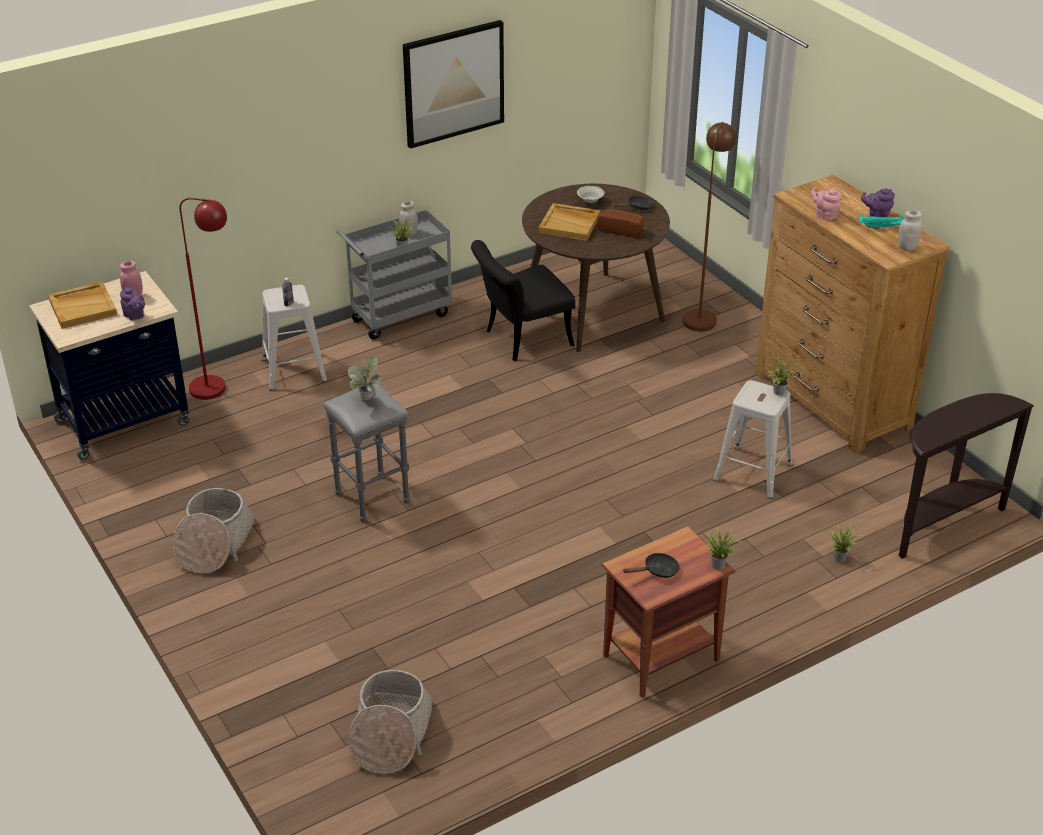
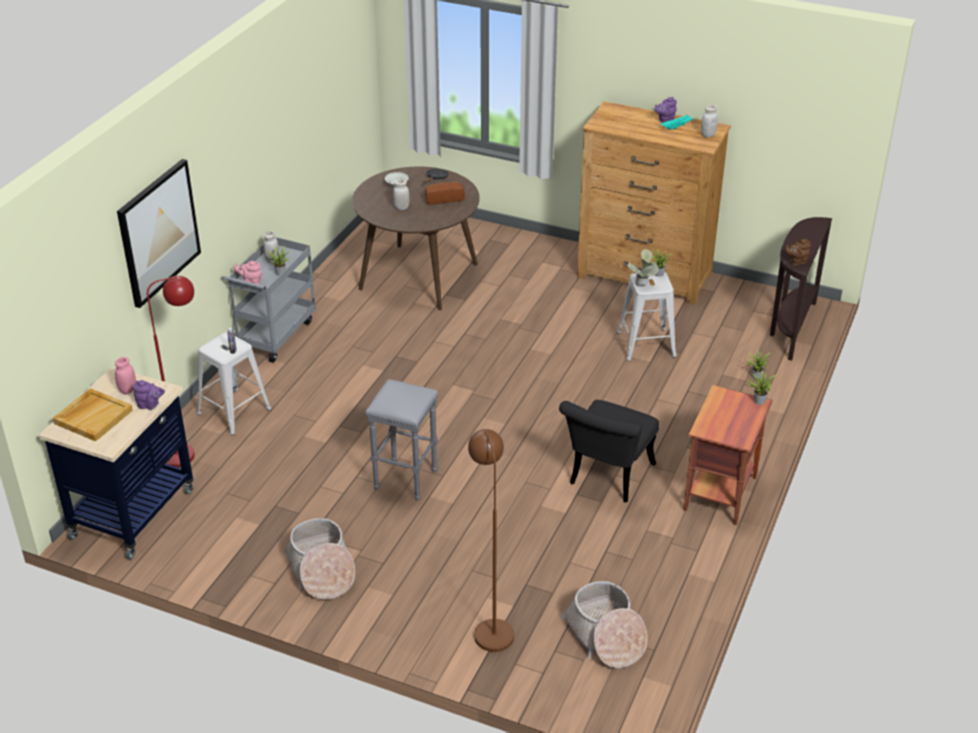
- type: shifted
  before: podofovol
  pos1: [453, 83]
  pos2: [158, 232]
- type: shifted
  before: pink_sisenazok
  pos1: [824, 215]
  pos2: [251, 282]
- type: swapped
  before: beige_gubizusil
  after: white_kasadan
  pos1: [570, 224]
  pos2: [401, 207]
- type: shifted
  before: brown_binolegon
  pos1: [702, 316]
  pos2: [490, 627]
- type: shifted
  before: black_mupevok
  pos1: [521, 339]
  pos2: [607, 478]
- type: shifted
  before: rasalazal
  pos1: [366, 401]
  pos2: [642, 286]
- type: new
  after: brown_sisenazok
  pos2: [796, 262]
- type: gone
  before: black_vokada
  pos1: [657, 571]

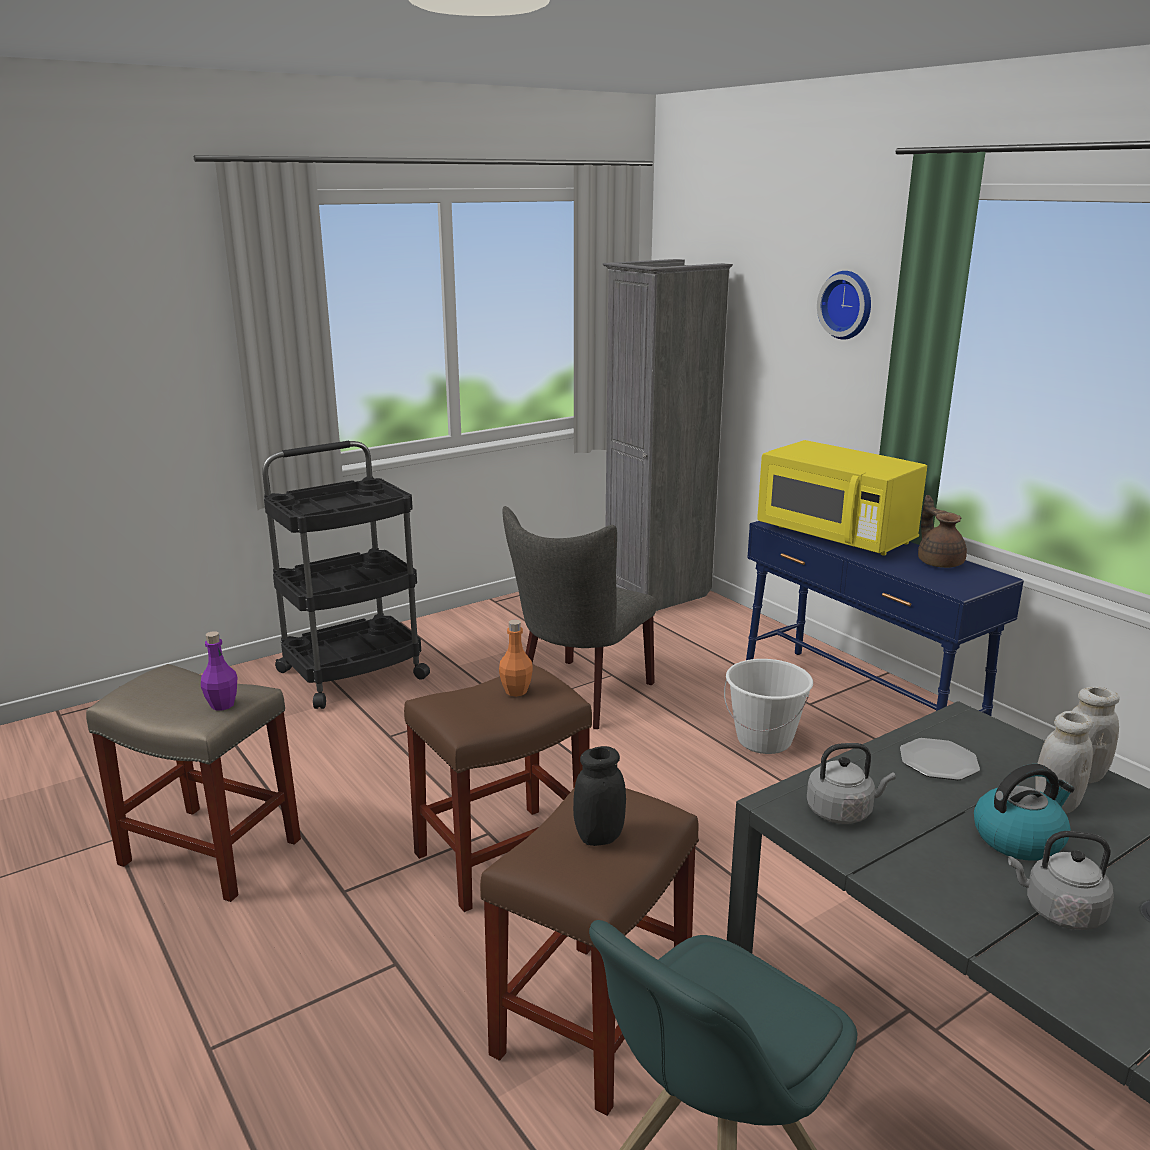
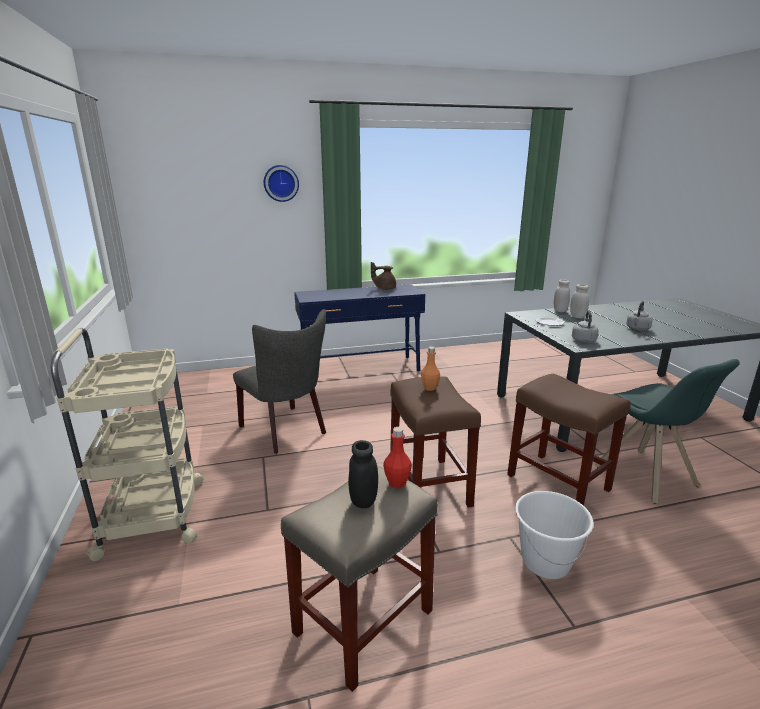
- type: repainted
  before: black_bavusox
  after: beige_bavusox
  pos1: [353, 675]
  pos2: [153, 517]
- type: shifted
  before: black_kasadan
  pos1: [599, 837]
  pos2: [363, 501]
- type: repainted
  before: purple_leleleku
  after: red_leleleku
  pos1: [222, 705]
  pos2: [397, 483]
- type: shifted
  before: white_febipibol
  pos1: [764, 740]
  pos2: [545, 562]
- type: gone
  before: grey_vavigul
  pos1: [657, 594]
- type: gone
  before: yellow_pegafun
  pos1: [835, 535]
- type: gone
  before: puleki
  pos1: [1019, 838]

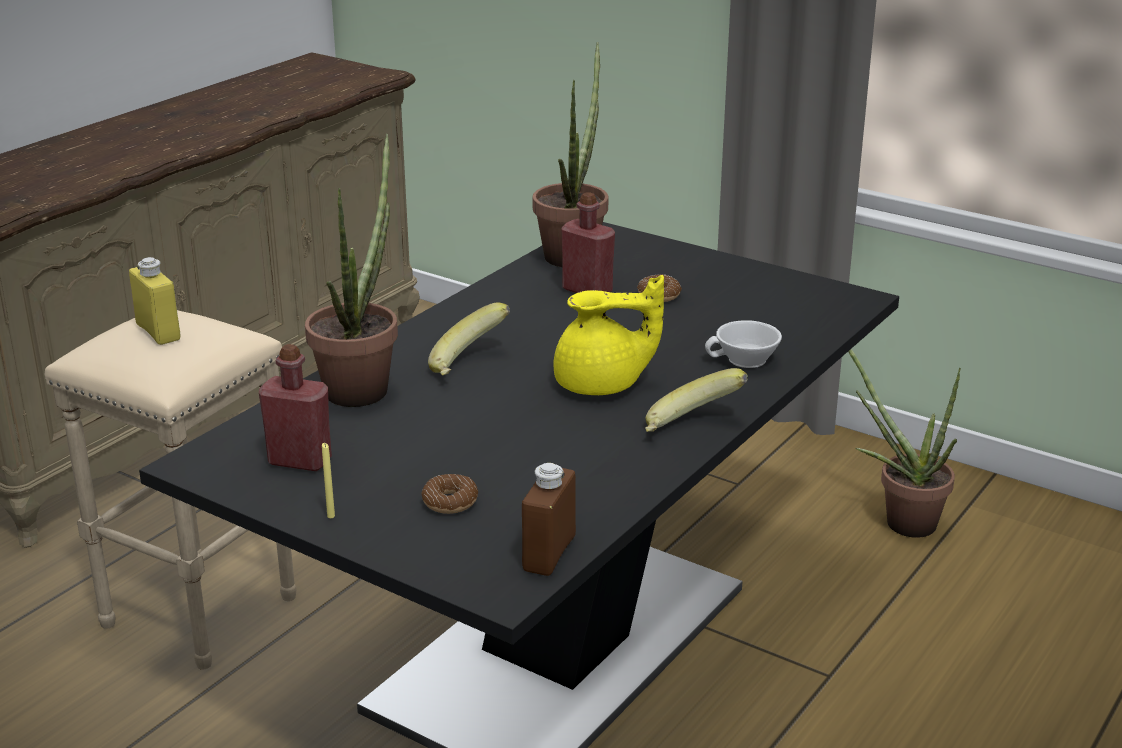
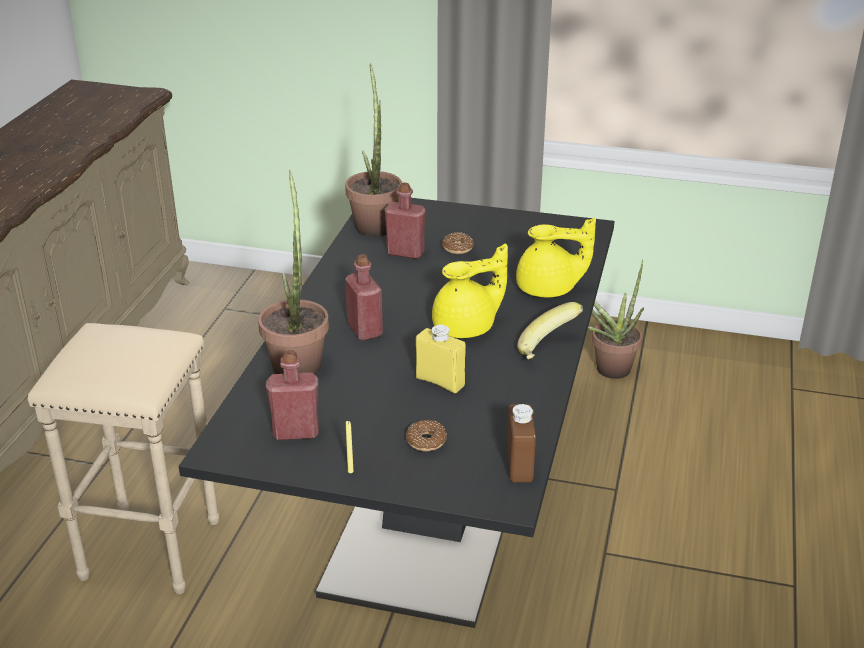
- type: swapped
  before: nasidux
  after: red_leleleku
  pos1: [470, 366]
  pos2: [364, 330]
- type: shifted
  before: yellow_leleleku
  pos1: [158, 332]
  pos2: [440, 382]
- type: swapped
  before: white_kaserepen
  after: yellow_sisenazok
  pos1: [745, 360]
  pos2: [549, 289]

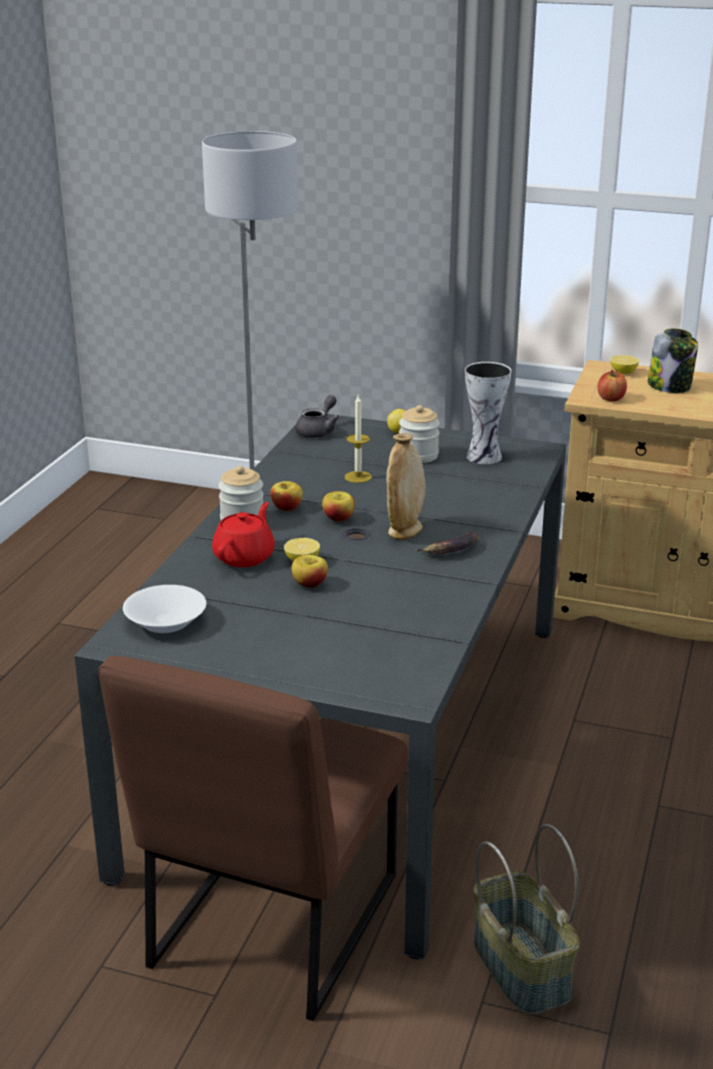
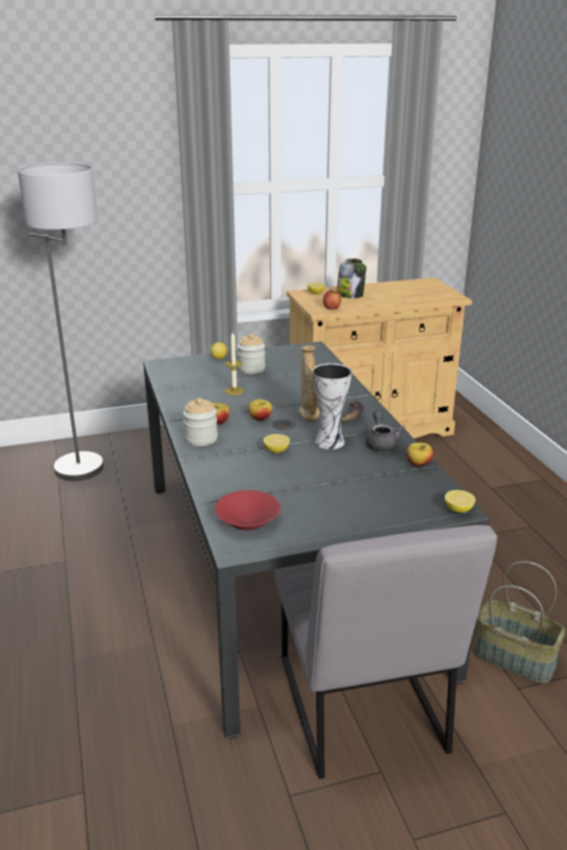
- type: repainted
  before: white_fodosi
  after: red_fodosi
  pos1: [166, 622]
  pos2: [248, 520]
- type: repainted
  before: brown_mupevok
  after: grey_mupevok
  pos1: [270, 924]
  pos2: [361, 707]
- type: shifted
  before: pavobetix
  pos1: [485, 456]
  pos2: [330, 441]
- type: shifted
  before: grey_sisenazok
  pos1: [318, 431]
  pos2: [381, 443]
- type: shifted
  before: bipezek
  pos1: [309, 584]
  pos2: [418, 463]
- type: new
  after: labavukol
  pos2: [458, 510]
- type: gone
  before: red_sisenazok
  pos1: [245, 557]

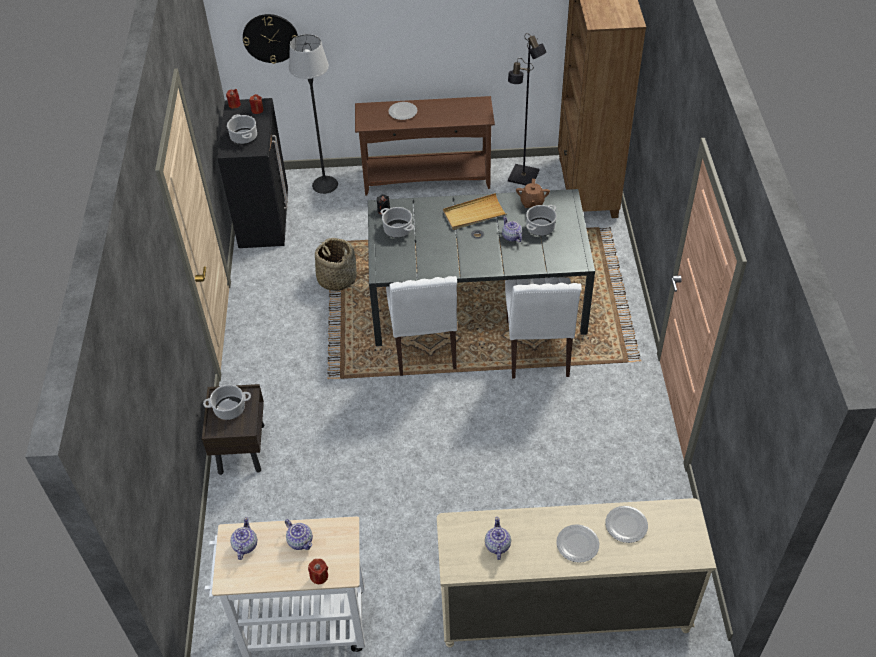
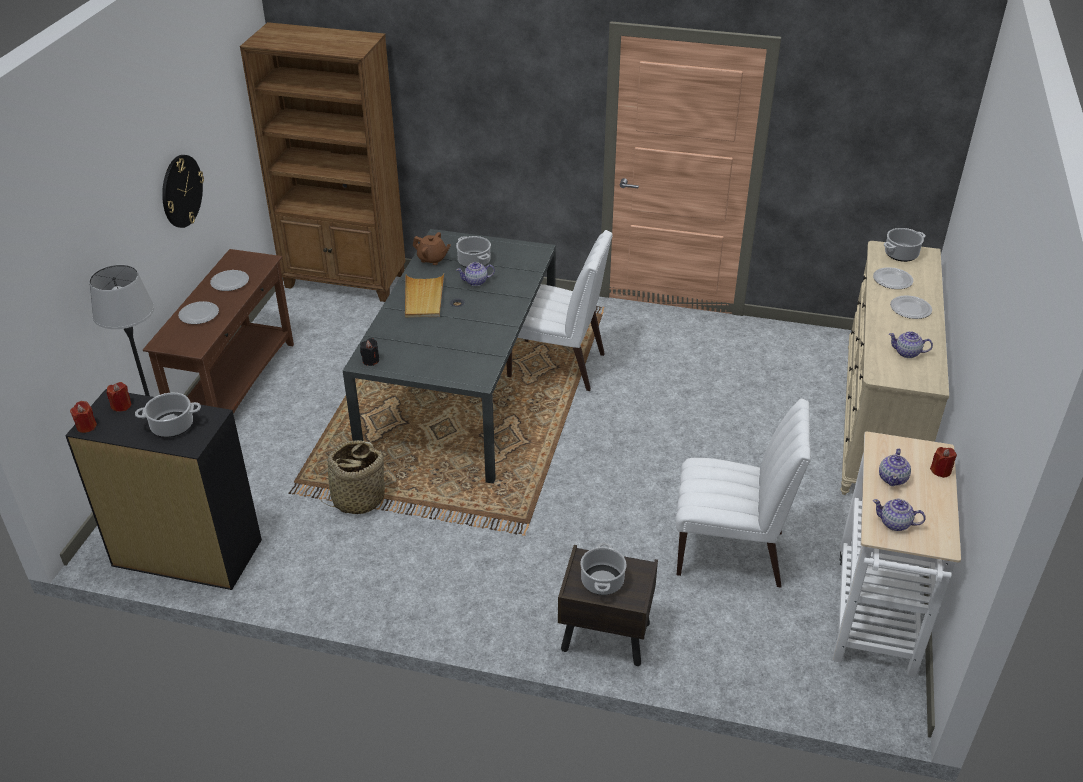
- type: shifted
  before: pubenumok
  pos1: [270, 38]
  pos2: [181, 191]
- type: new
  after: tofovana
  pos2: [229, 282]
- type: shifted
  before: white_mupevok
  pos1: [423, 343]
  pos2: [729, 553]
- type: rotated
  before: sisenazok
  pos1: [300, 541]
  pos2: [893, 478]
  turn: 135
- type: shifted
  before: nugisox
  pos1: [398, 230]
  pos2: [901, 254]
- type: gone
  before: black_binolegon
  pos1: [523, 176]

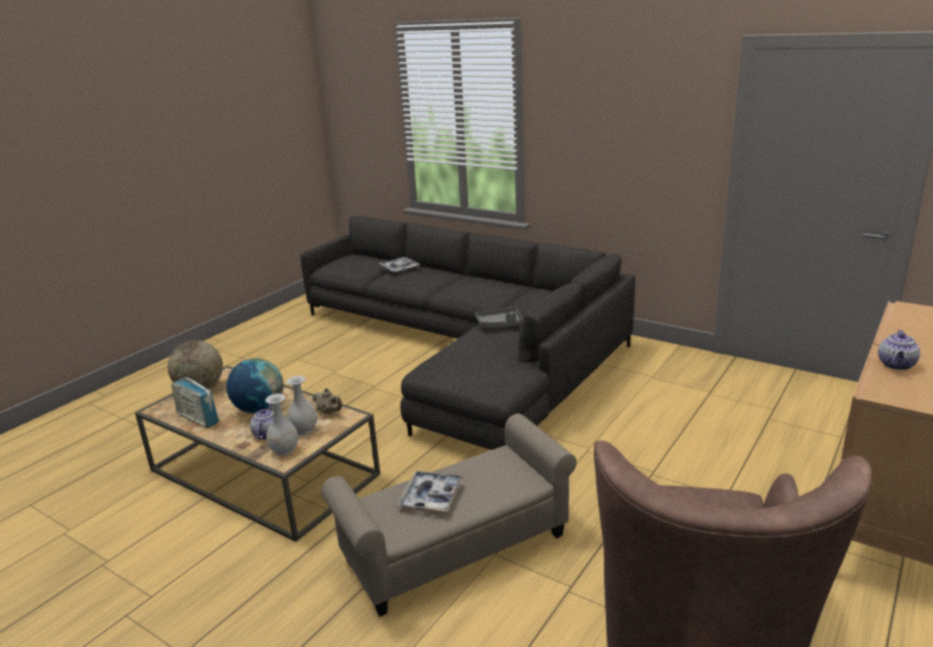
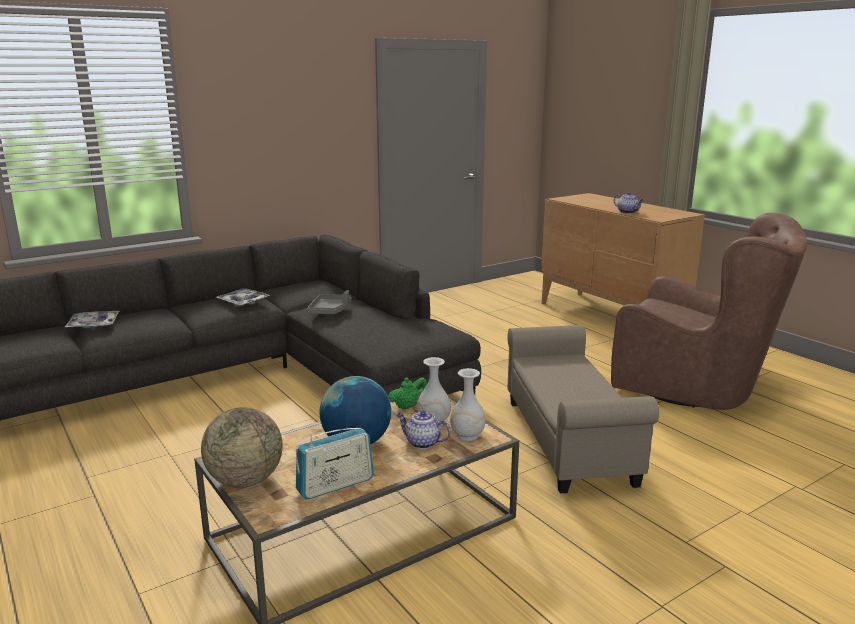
- type: shifted
  before: gubizusil
  pos1: [431, 497]
  pos2: [243, 301]
- type: repainted
  before: beige_sisenazok
  after: green_sisenazok
  pos1: [329, 412]
  pos2: [407, 406]

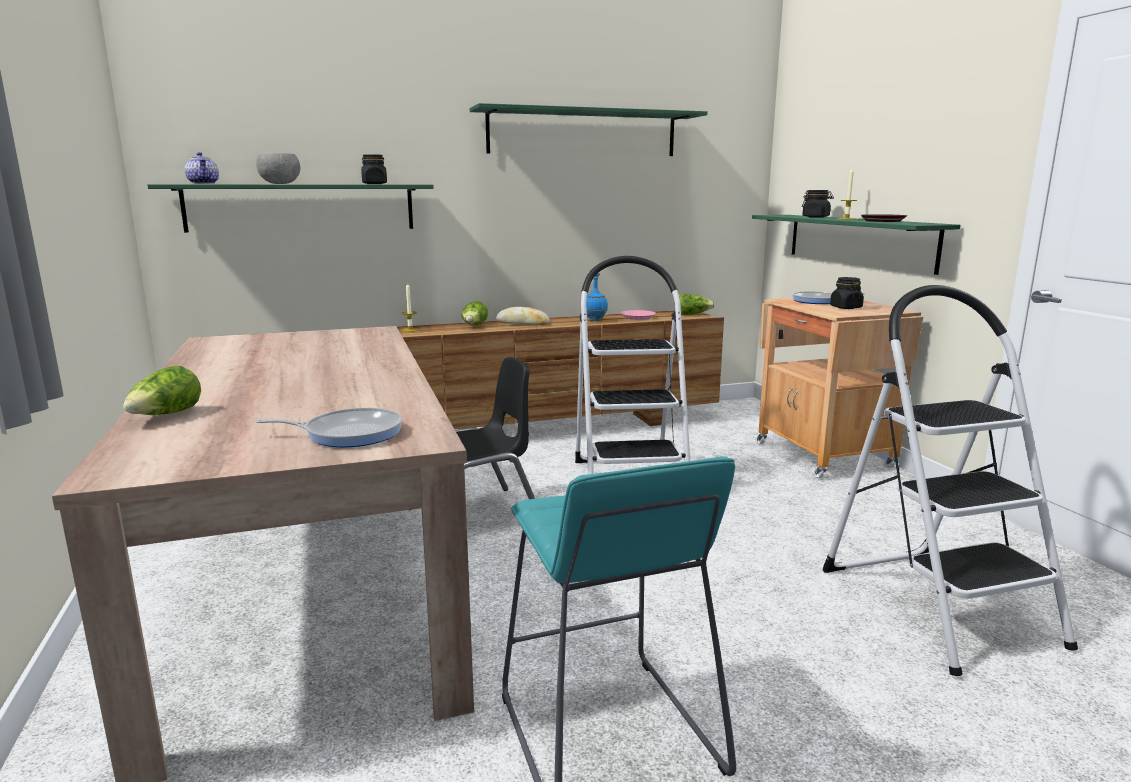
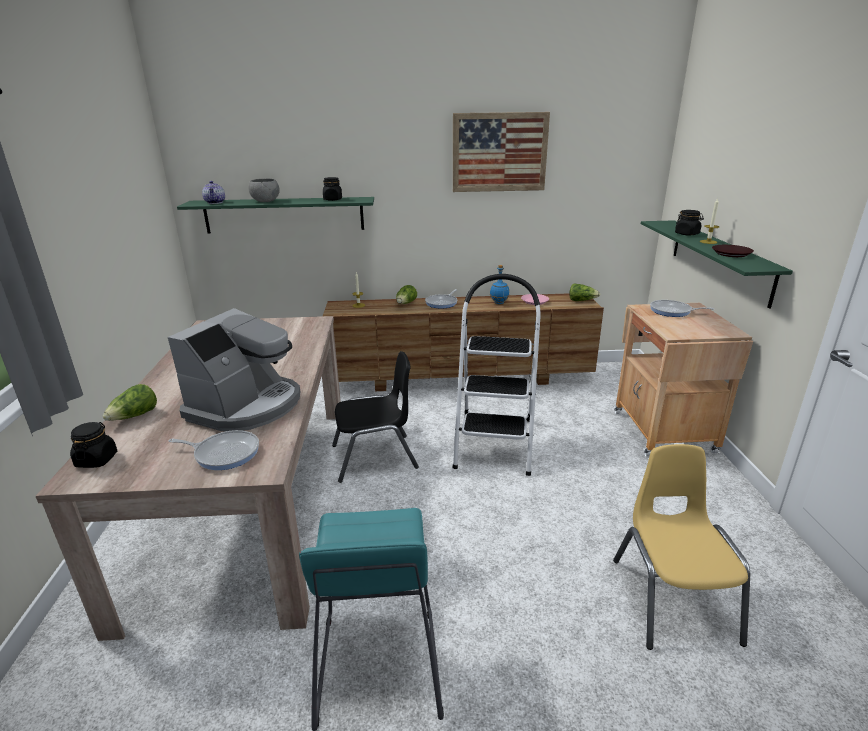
- type: shifted
  before: black_kasadan
  pos1: [845, 307]
  pos2: [96, 460]
- type: new
  after: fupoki
  pos2: [247, 406]
- type: swapped
  before: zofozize
  after: vokada
  pos1: [523, 323]
  pos2: [442, 303]
- type: swapped
  before: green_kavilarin
  after: podofovol
  pos1: [583, 133]
  pos2: [499, 152]
- type: swapped
  before: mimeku
  after: yellow_mupevok
  pos1: [933, 603]
  pos2: [672, 599]

